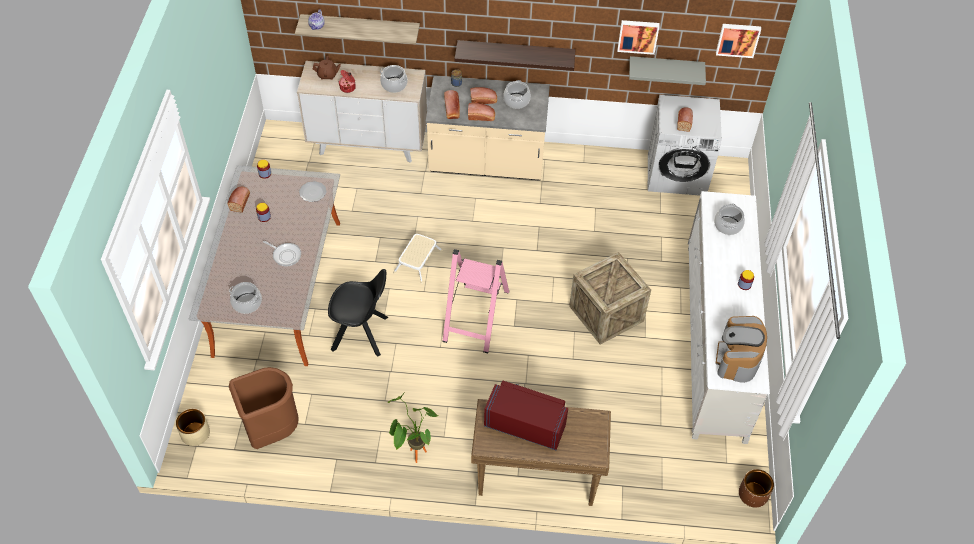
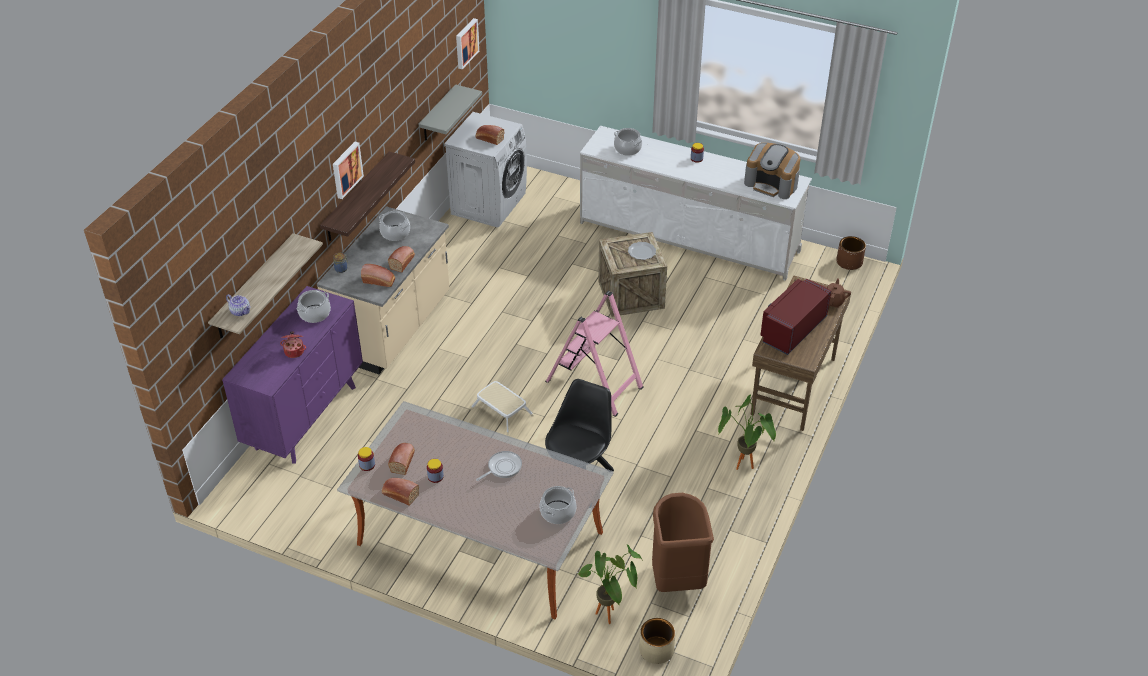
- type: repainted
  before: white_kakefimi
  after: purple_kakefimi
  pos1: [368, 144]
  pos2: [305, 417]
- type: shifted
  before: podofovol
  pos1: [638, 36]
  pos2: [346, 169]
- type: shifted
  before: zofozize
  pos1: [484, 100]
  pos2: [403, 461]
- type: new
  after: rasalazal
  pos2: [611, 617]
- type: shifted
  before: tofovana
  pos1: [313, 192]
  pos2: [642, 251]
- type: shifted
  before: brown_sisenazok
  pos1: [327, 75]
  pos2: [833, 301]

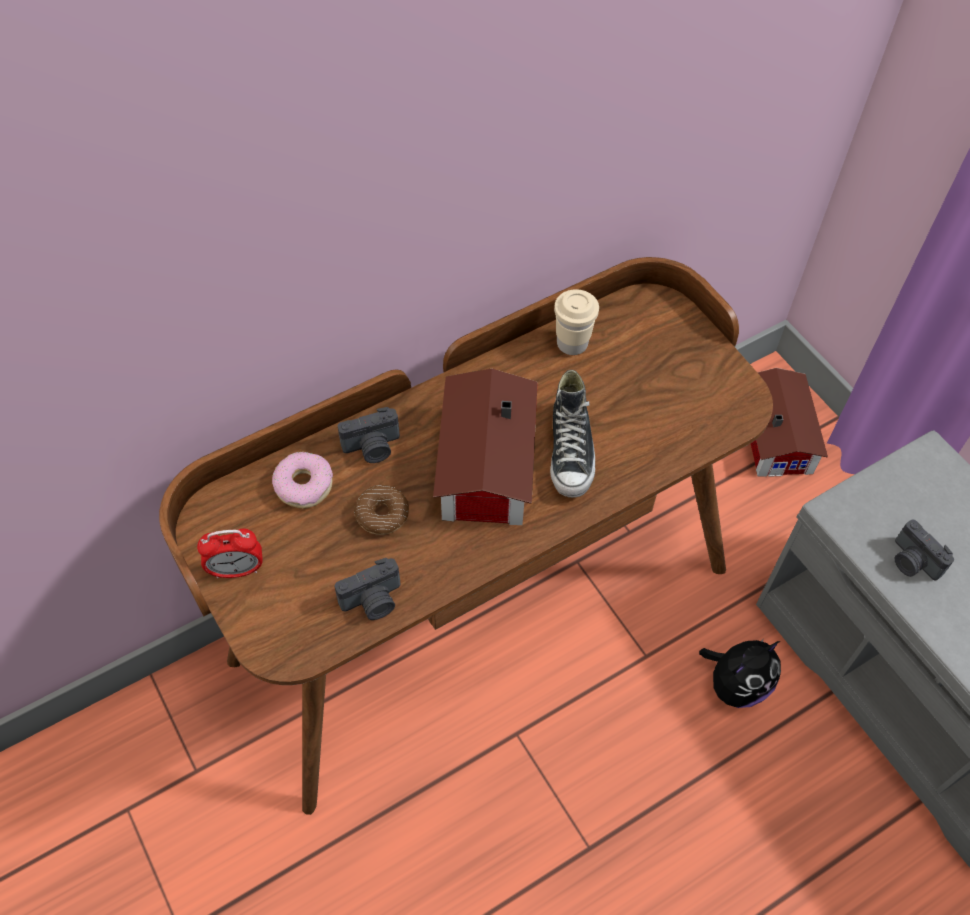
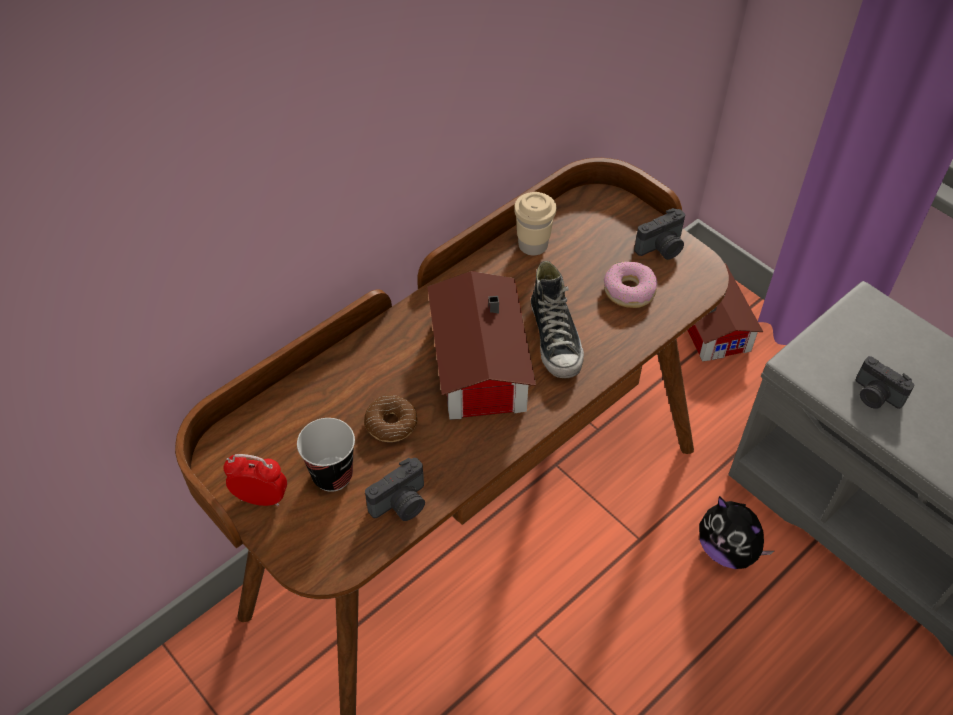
- type: rotated
  before: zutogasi
  pos1: [237, 570]
  pos2: [261, 498]
  turn: -150
- type: new
  after: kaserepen
  pos2: [332, 475]
- type: shifted
  before: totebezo
  pos1: [304, 485]
  pos2: [629, 290]
- type: shifted
  before: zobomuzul
  pos1: [372, 448]
  pos2: [662, 248]
- type: rotated
  before: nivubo
  pos1: [736, 684]
  pos2: [727, 550]
  turn: 90

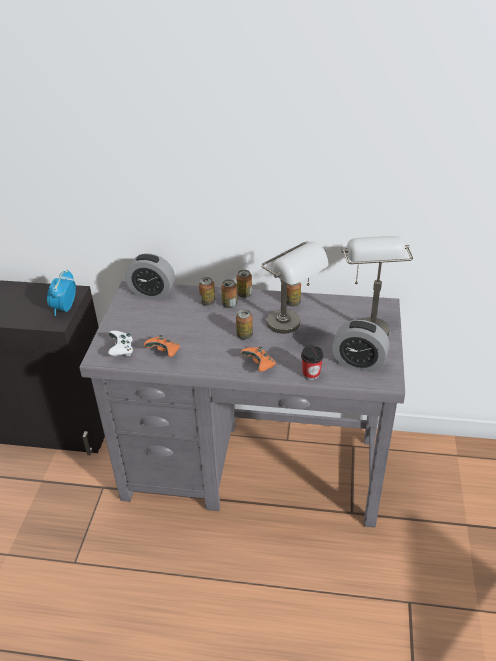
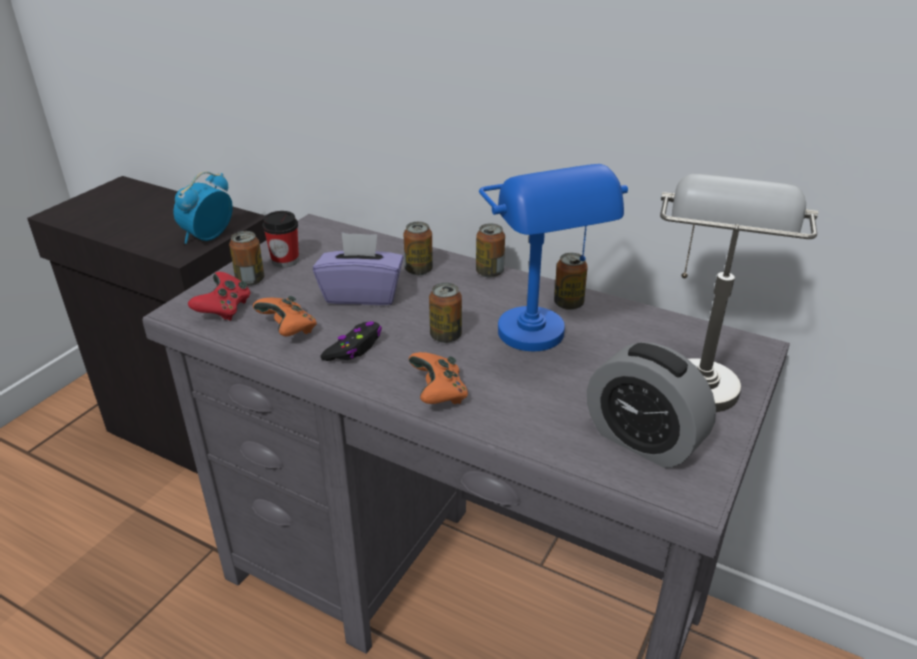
- type: repainted
  before: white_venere
  after: red_venere
  pos1: [121, 350]
  pos2: [224, 310]
- type: shifted
  before: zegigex
  pos1: [229, 304]
  pos2: [250, 280]
- type: shifted
  before: kaserepen
  pos1: [311, 374]
  pos2: [285, 261]
- type: new
  after: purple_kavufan
  pos2: [362, 294]
- type: new
  after: black_venere
  pos2: [354, 348]
- type: repainted
  before: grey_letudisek
  after: blue_letudisek
  pos1: [292, 328]
  pos2: [543, 344]
- type: gone
  before: zutogasi
  pos1: [152, 292]

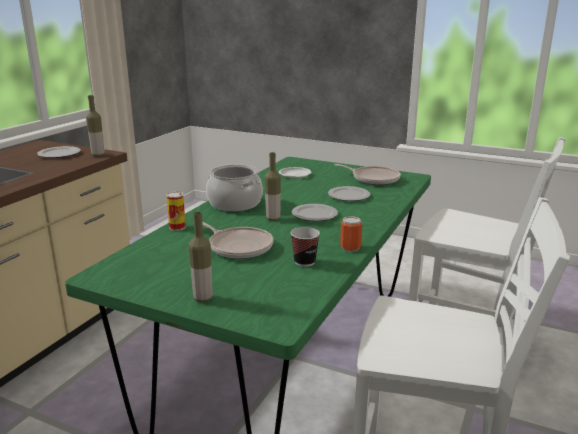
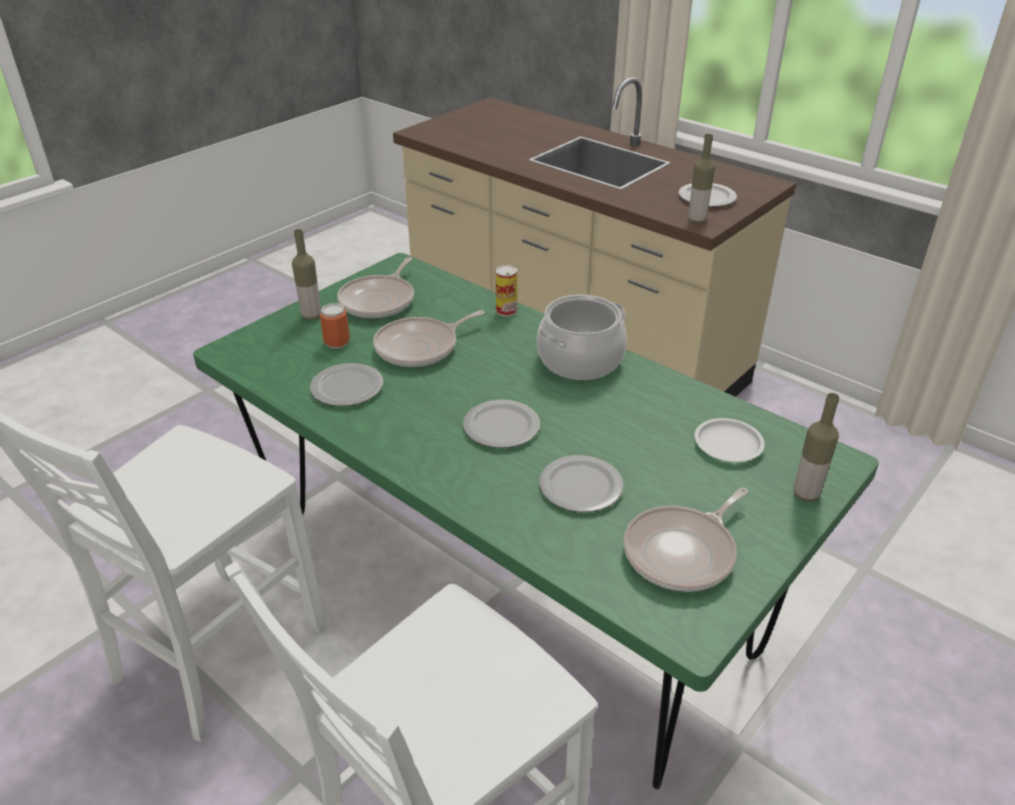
- type: swapped
  before: kaserepen
  after: tofovana
  pos1: [304, 262]
  pos2: [346, 388]
- type: shifted
  before: zegigex
  pos1: [350, 247]
  pos2: [337, 342]
- type: new
  after: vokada
  pos2: [379, 301]
- type: shifted
  before: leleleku
  pos1: [273, 219]
  pos2: [806, 494]

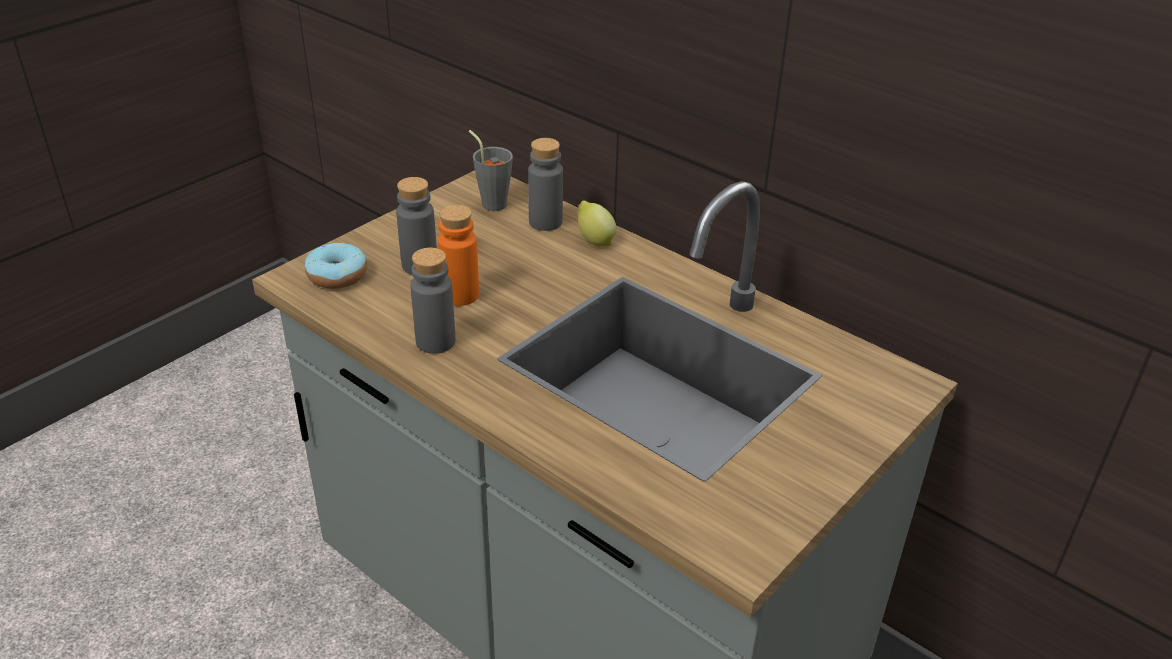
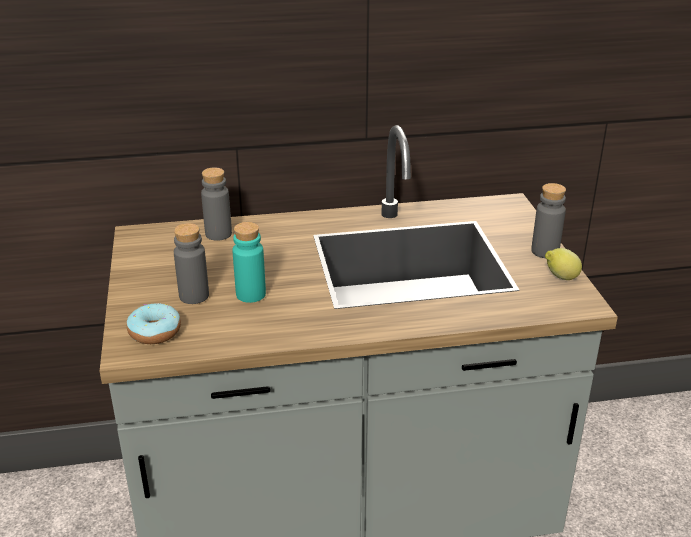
- type: repainted
  before: orange_leleleku
  after: turquoise_leleleku
  pos1: [460, 295]
  pos2: [251, 294]
- type: shifted
  before: grey_leleleku
  pos1: [435, 341]
  pos2: [545, 251]
- type: shifted
  before: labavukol
  pos1: [594, 241]
  pos2: [560, 278]
- type: gone
  before: grey_kaserepen
  pos1: [491, 202]

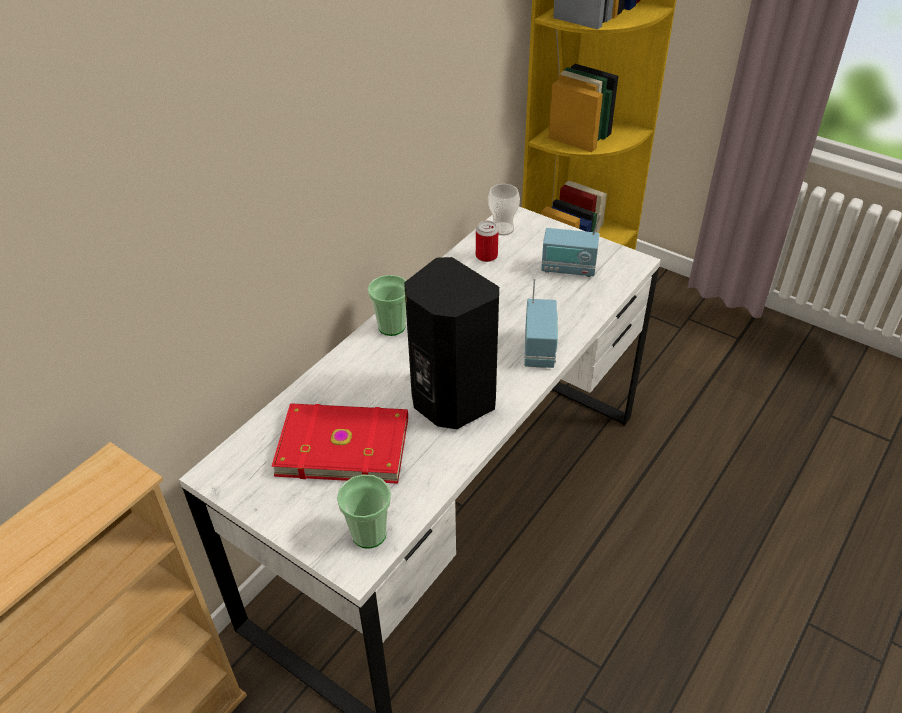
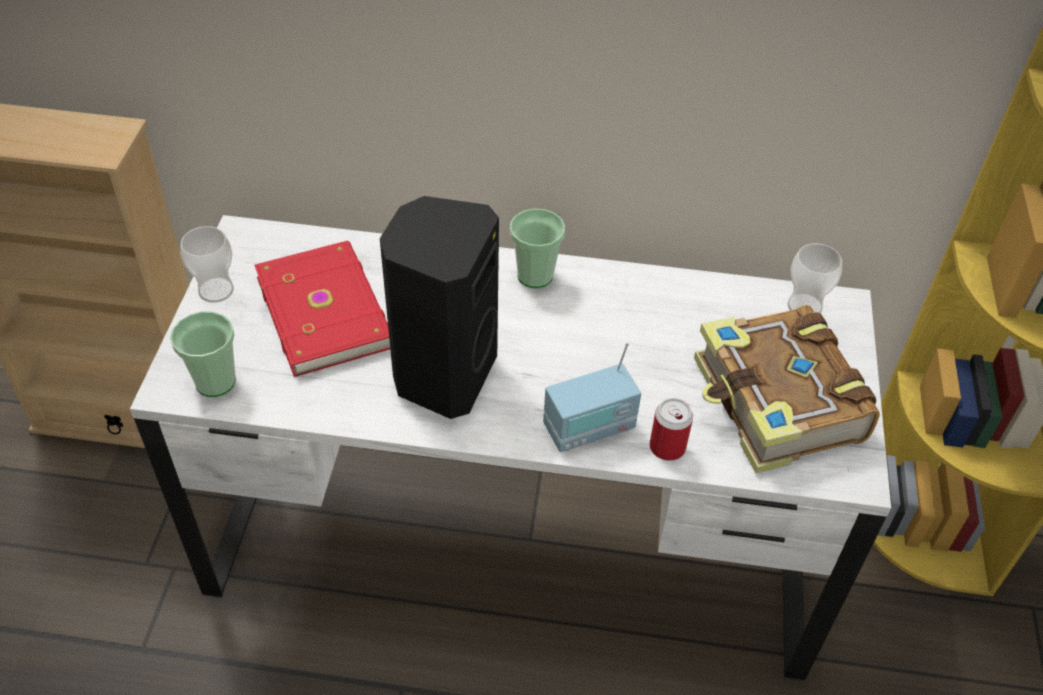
- type: new
  after: kaserepen
  pos2: [216, 290]
- type: shifted
  before: zegigex
  pos1: [486, 256]
  pos2: [667, 447]
- type: swapped
  before: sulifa
  after: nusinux
  pos1: [568, 269]
  pos2: [776, 404]

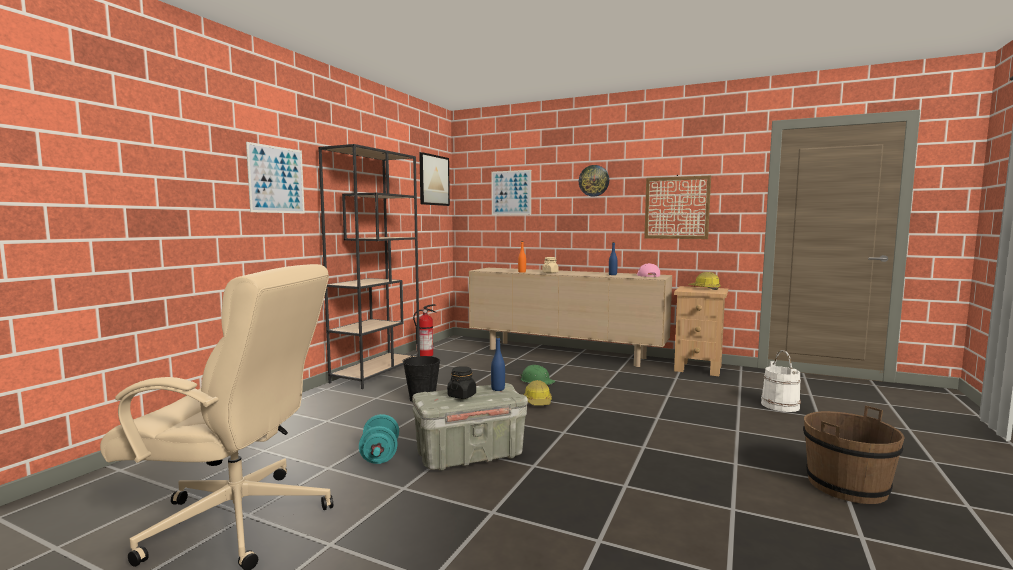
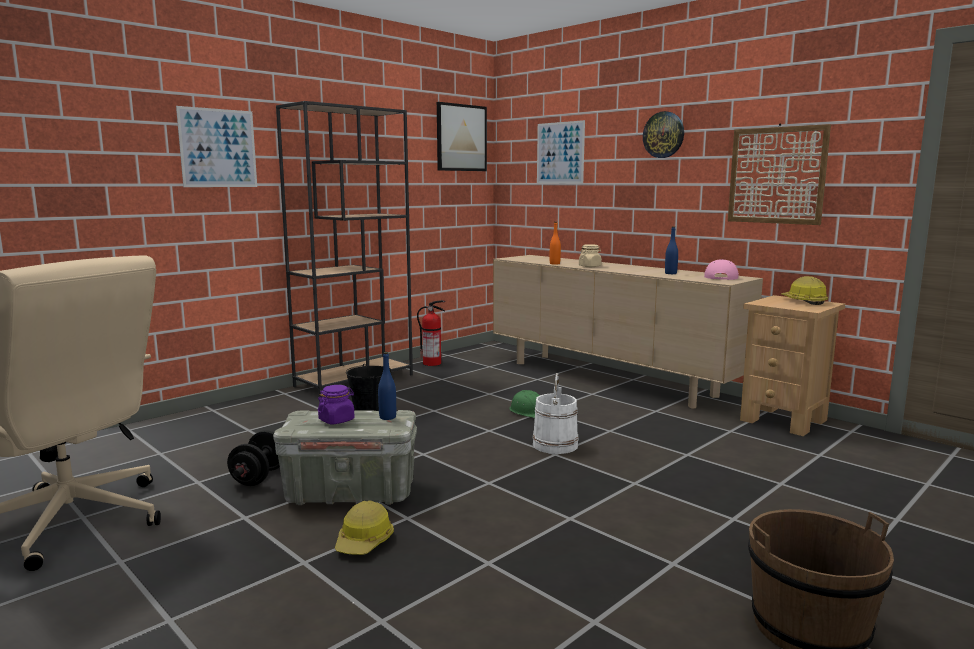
- type: repainted
  before: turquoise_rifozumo
  after: black_rifozumo
  pos1: [380, 455]
  pos2: [259, 477]
- type: repainted
  before: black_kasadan
  after: purple_kasadan
  pos1: [462, 395]
  pos2: [336, 420]
- type: shifted
  before: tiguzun
  pos1: [538, 402]
  pos2: [365, 541]
- type: shifted
  before: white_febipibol
  pos1: [780, 405]
  pos2: [555, 445]

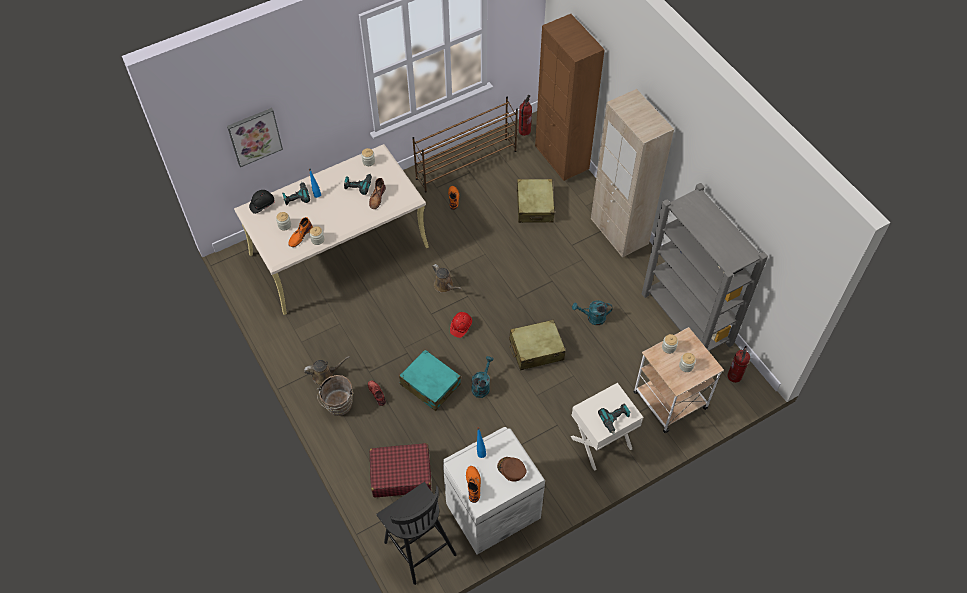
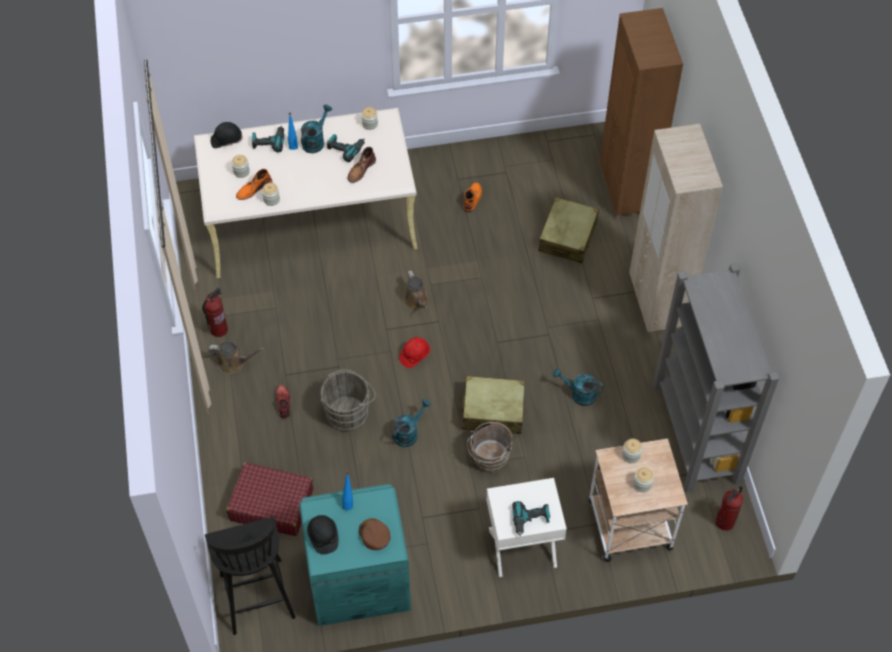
- type: shifted
  before: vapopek
  pos1: [524, 131]
  pos2: [219, 329]
- type: repainted
  before: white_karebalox
  after: turquoise_karebalox
  pos1: [490, 508]
  pos2: [357, 578]
- type: new
  after: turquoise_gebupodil
  pos2: [315, 141]
- type: swapped
  before: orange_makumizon
  after: black_tiguzun
  pos1: [473, 484]
  pos2: [323, 537]
- type: swapped
  before: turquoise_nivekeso
  after: grey_febipibol
  pos1: [430, 384]
  pos2: [349, 412]
- type: shifted
  before: brown_febipibol
  pos1: [338, 406]
  pos2: [488, 460]
- type: gone
  before: podofovol
  pos1: [255, 136]
- type: gone
  before: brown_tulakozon
  pos1: [467, 165]

